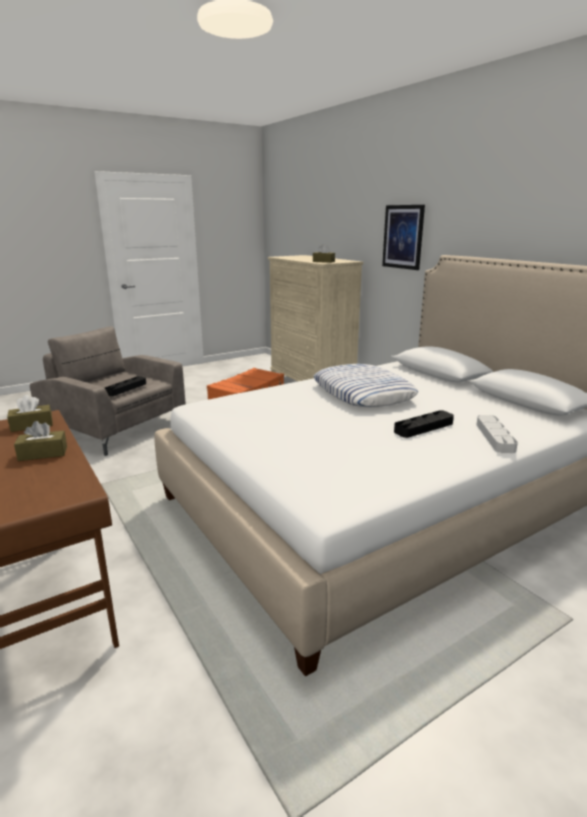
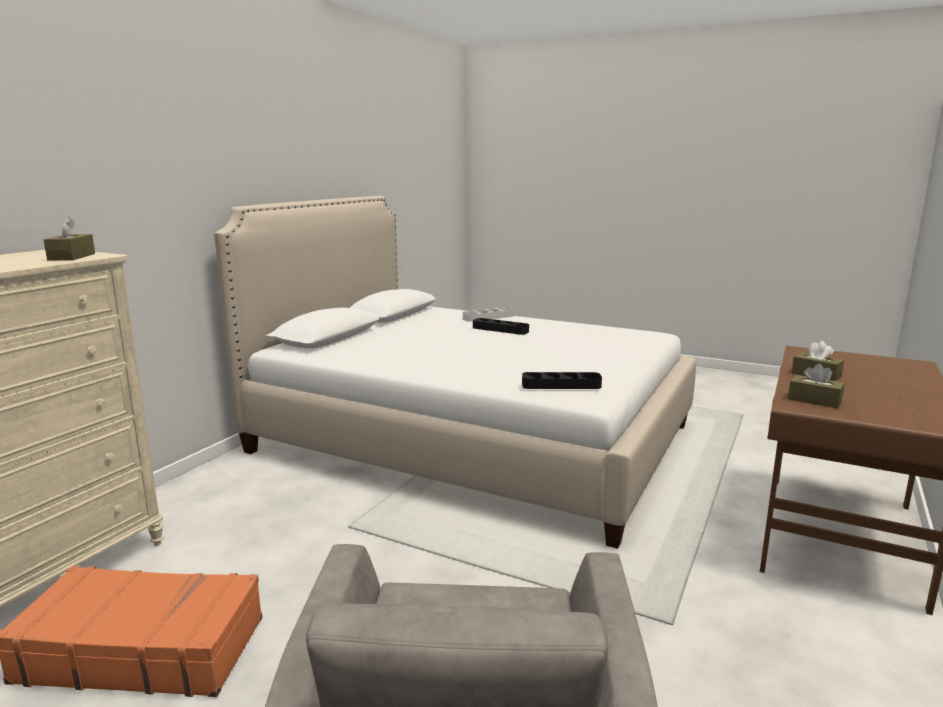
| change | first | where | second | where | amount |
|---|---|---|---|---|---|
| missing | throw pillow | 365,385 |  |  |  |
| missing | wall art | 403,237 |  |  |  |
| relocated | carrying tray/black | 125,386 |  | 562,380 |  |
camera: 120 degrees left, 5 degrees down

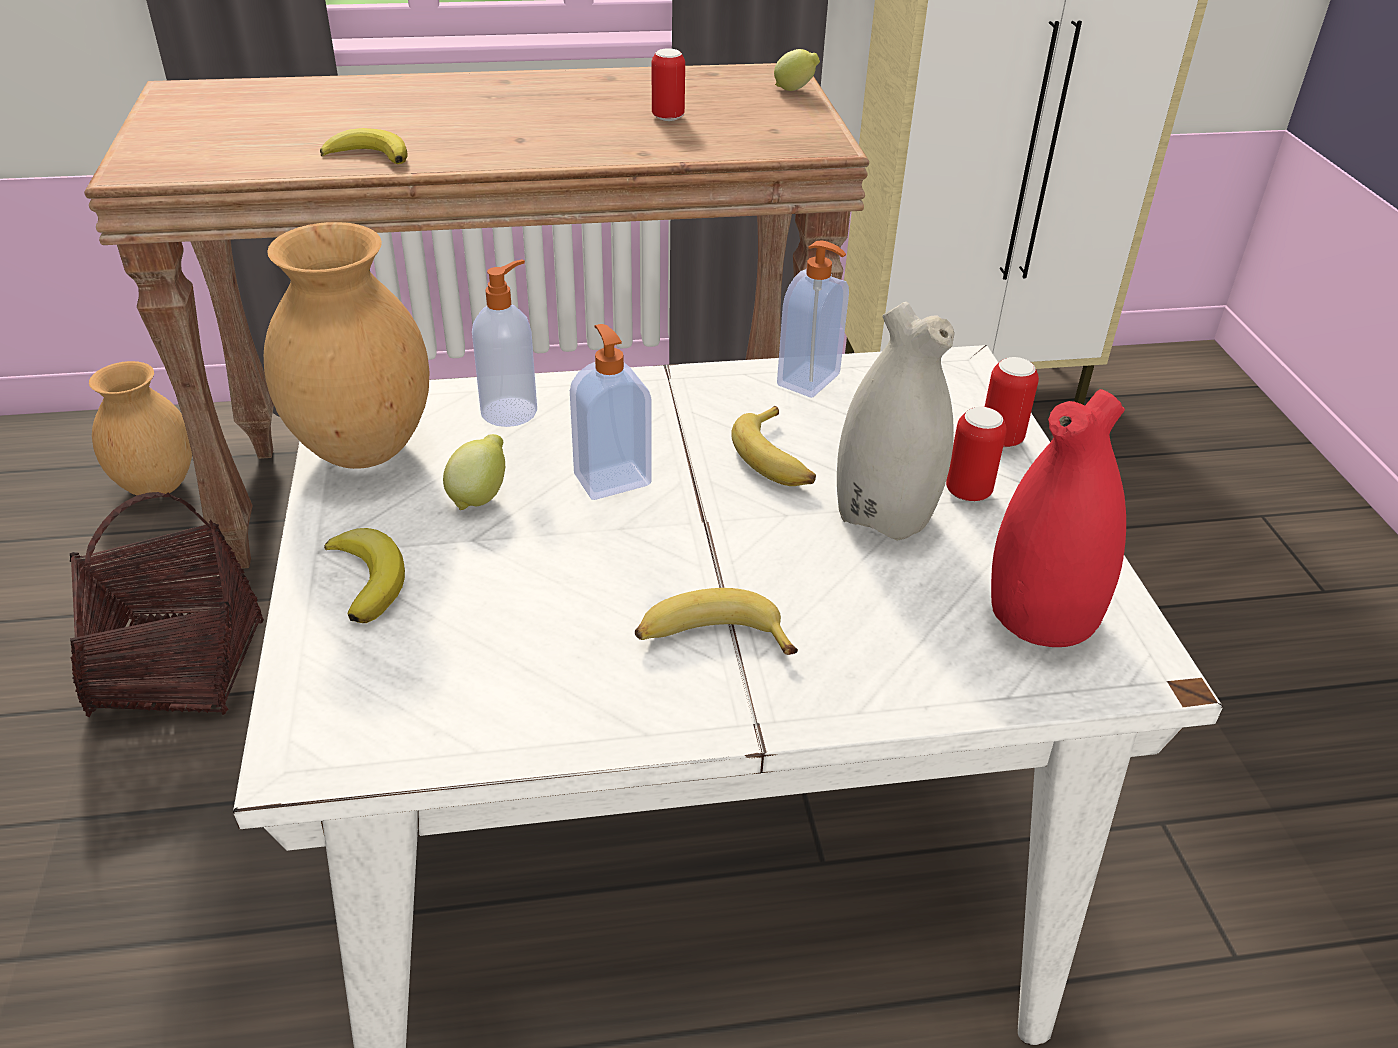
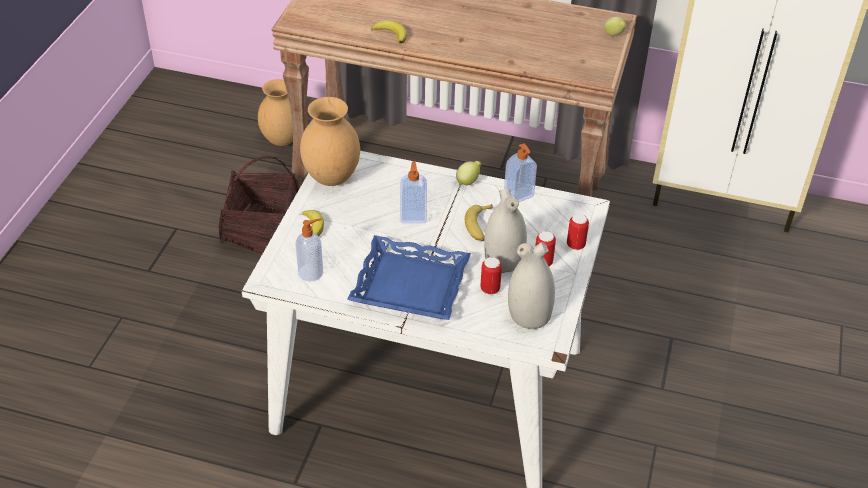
| change | first | where | second | where | amount |
|---|---|---|---|---|---|
| relocated | lemon | 474,472 |  | 468,173 |  |
| relocated | liquid soap bottle | 504,343 |  | 309,250 |  |
| relocated | can | 668,84 |  | 491,275 |  |
| exchanged | whole banana | 716,621 | carrying tray/blue | 409,277 |  |
| colour | flower vase/red-coloured | 1058,518 | flower vase/white-coloured | 531,285 |  |
camera: 25 degrees right, 5 degrees up

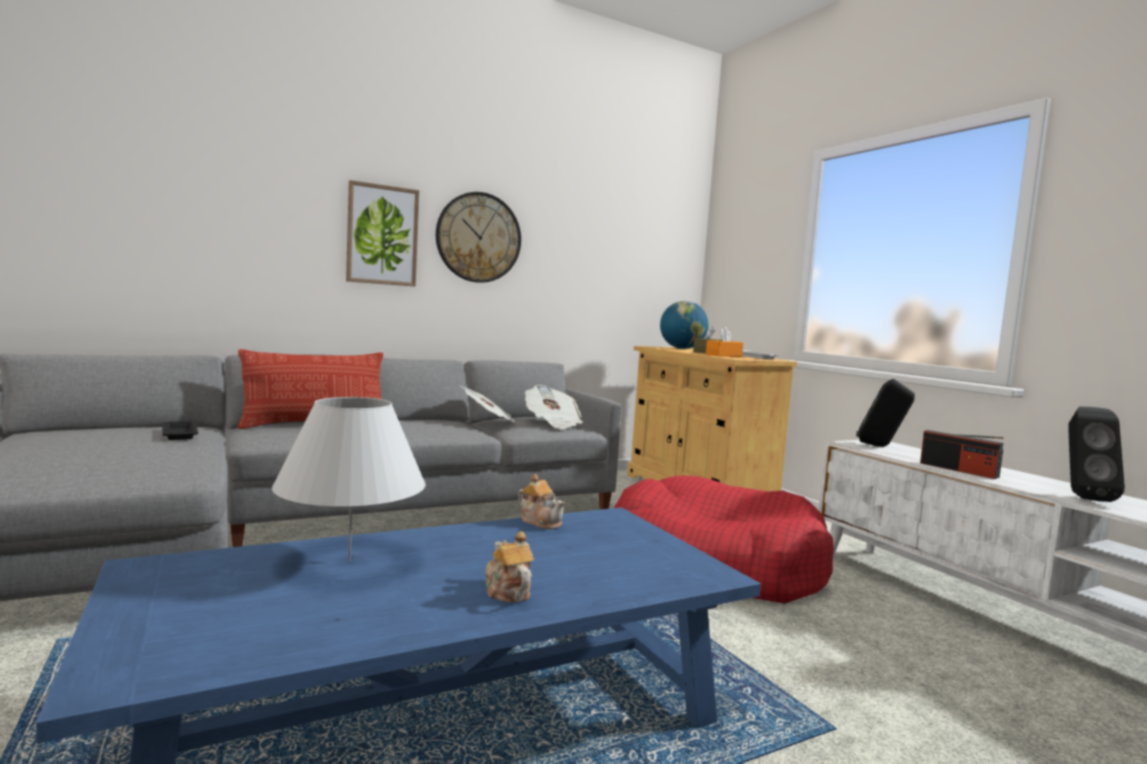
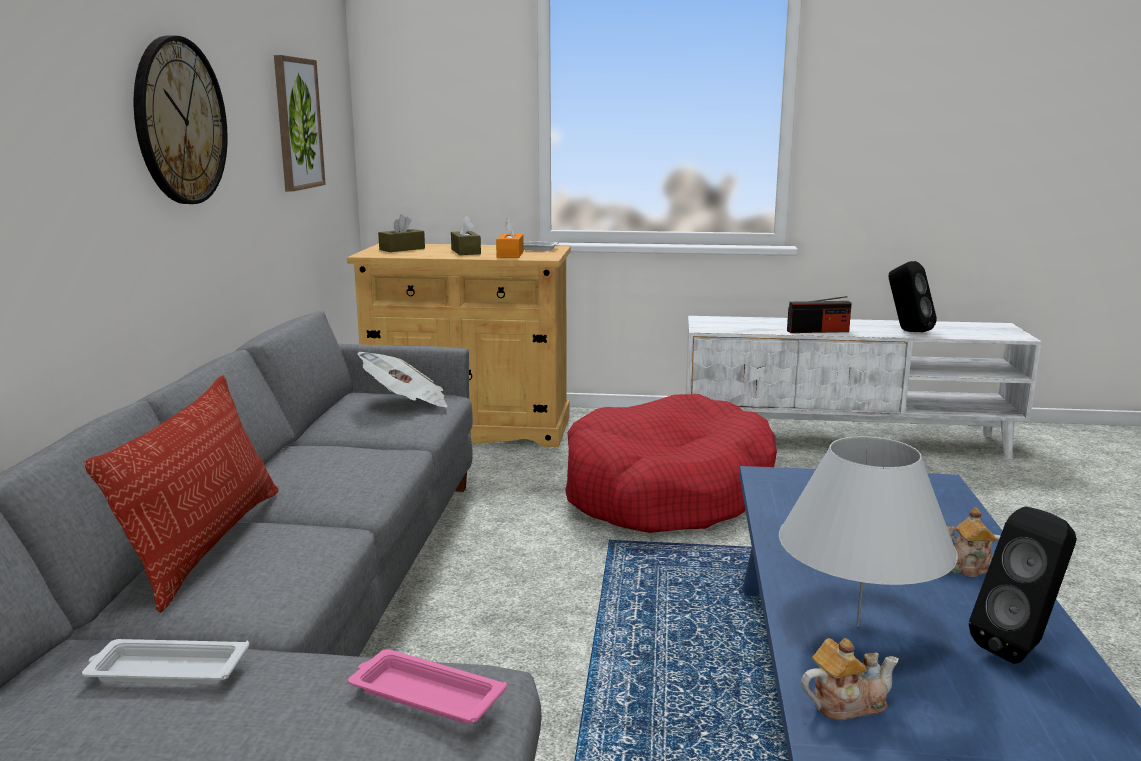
| change | first | where | second | where | amount |
|---|---|---|---|---|---|
| missing | printed paper | 488,404 |  |  |  |
| appeared |  |  | carrying tray/pink-coloured | 427,686 |  |
| relocated | wall art | 382,233 |  | 300,123 |  |
| relocated | tea pot | 541,501 |  | 850,679 |  |
| relocated | speaker/black | 885,413 |  | 1023,585 |  |
| exchanged | desk globe | 684,325 | box of tissues/brown-coloured | 401,233 |  |
| colour | carrying tray/black | 180,430 | carrying tray/white-coloured | 165,661 |  |
camera: 55 degrees left, 10 degrees up

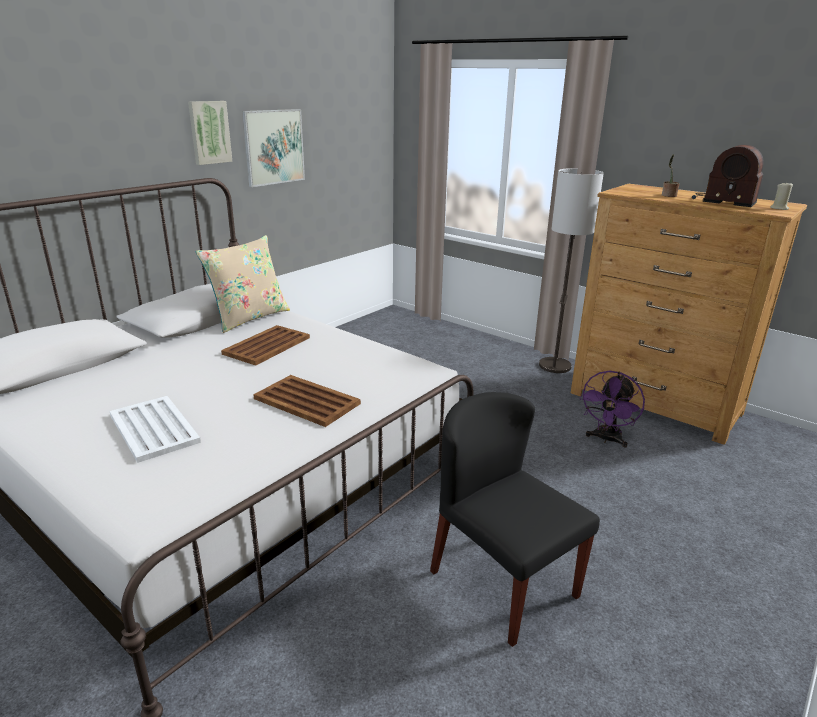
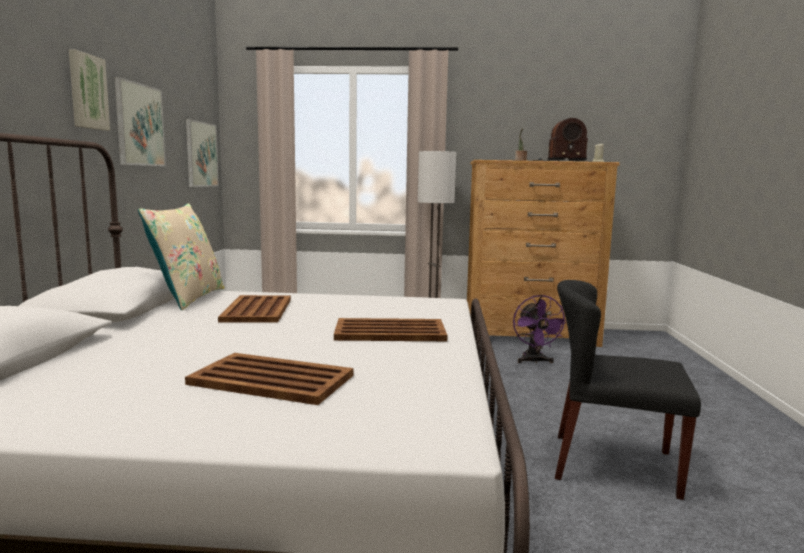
| change | first | where | second | where | amount |
|---|---|---|---|---|---|
| appeared |  |  | wall art | 202,153 |  |
| colour | carrying tray/white-coloured | 155,429 | carrying tray/brown-coloured | 269,379 |  |
camera: 35 degrees left, 15 degrees down

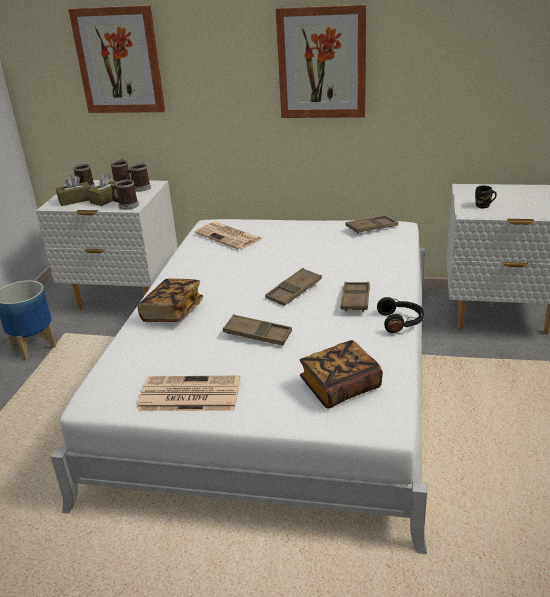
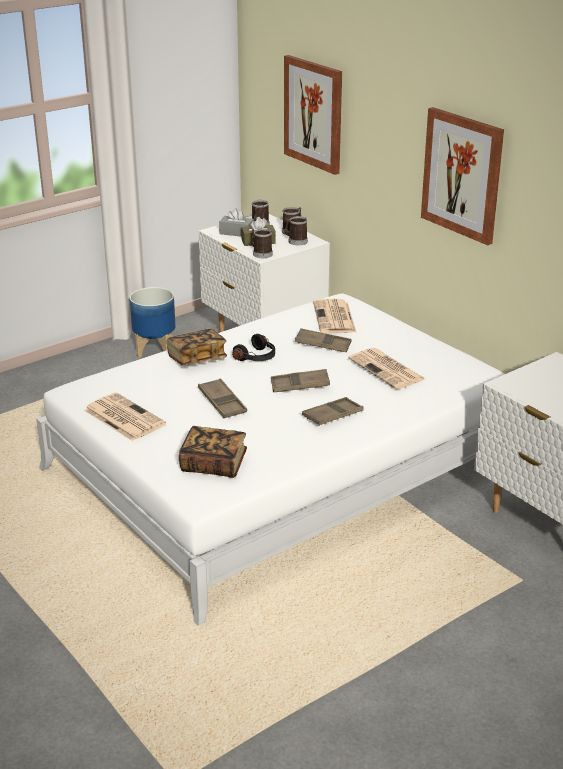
| change | first | where | second | where | amount |
|---|---|---|---|---|---|
| missing | coffee mug/black | 486,196 |  |  |  |
| appeared |  |  | printed paper | 387,368 |  |
| relocated | carrying tray/brown-coloured | 371,225 |  | 323,340 |  |
| relocated | headset/black | 400,315 |  | 253,347 |  |
| colour | box of tissues/brown-coloured | 73,190 | box of tissues/grey | 236,222 |  |
camera: 40 degrees right, 0 degrees up

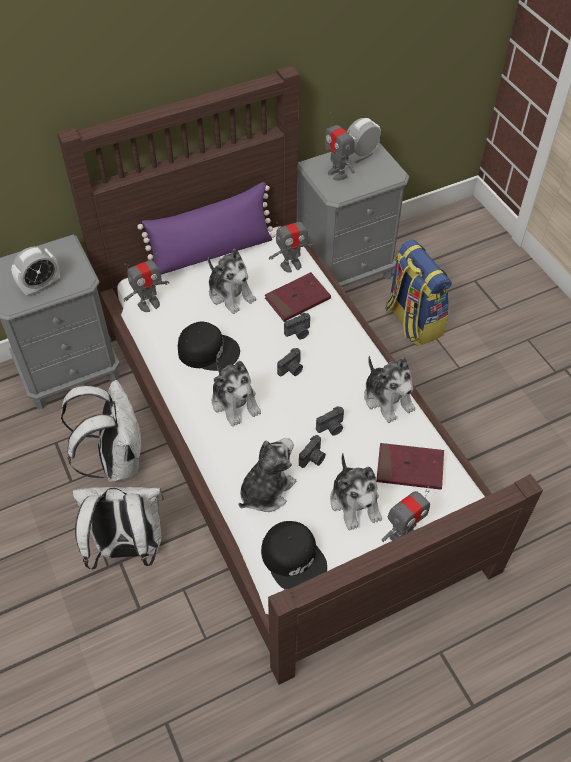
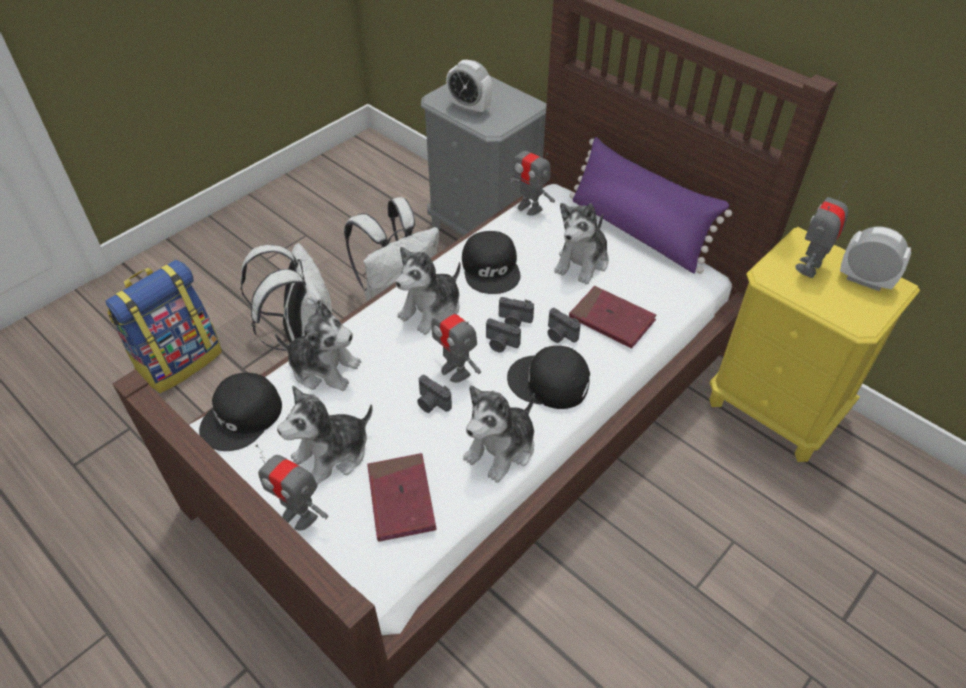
| change | first | where | second | where | amount |
|---|---|---|---|---|---|
| appeared |  |  | cap/black | 548,377 |  |
| relocated | model robot | 291,244 |  | 456,339 |  |
| relocated | still camera | 312,451 |  | 516,312 |  |
| relocated | knapsack | 418,292 |  | 163,326 |  |
| colour | bedside table/grey | 353,214 | bedside table/yellowish | 814,344 |  |
camera: 70 degrees right, 5 degrees down

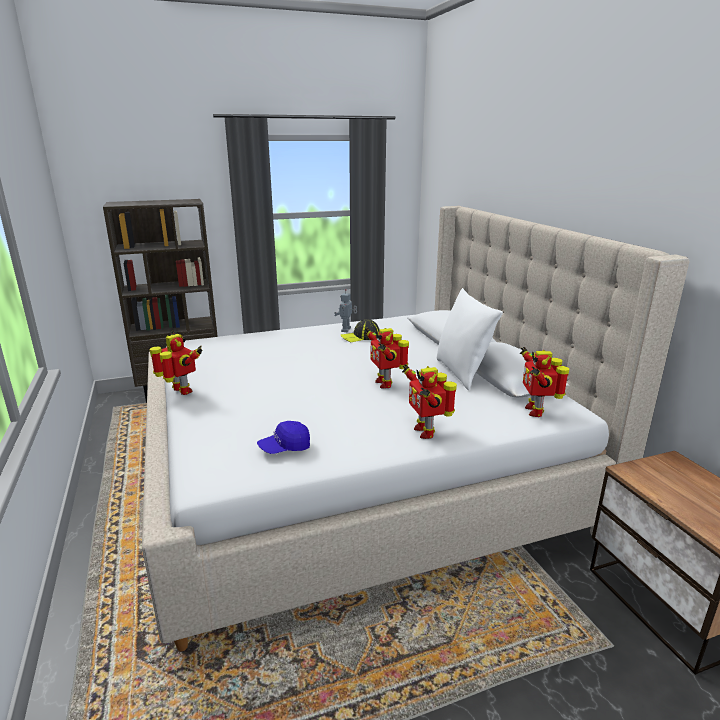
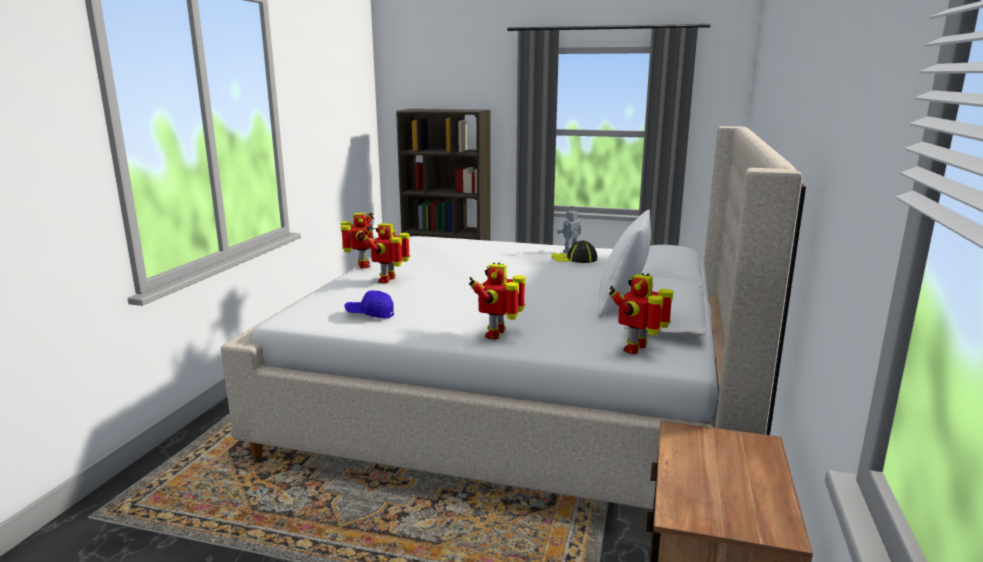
| change | first | where | second | where | amount |
|---|---|---|---|---|---|
| relocated | model robot | 387,358 |  | 385,253 |  |
camera: 35 degrees right, 5 degrees down

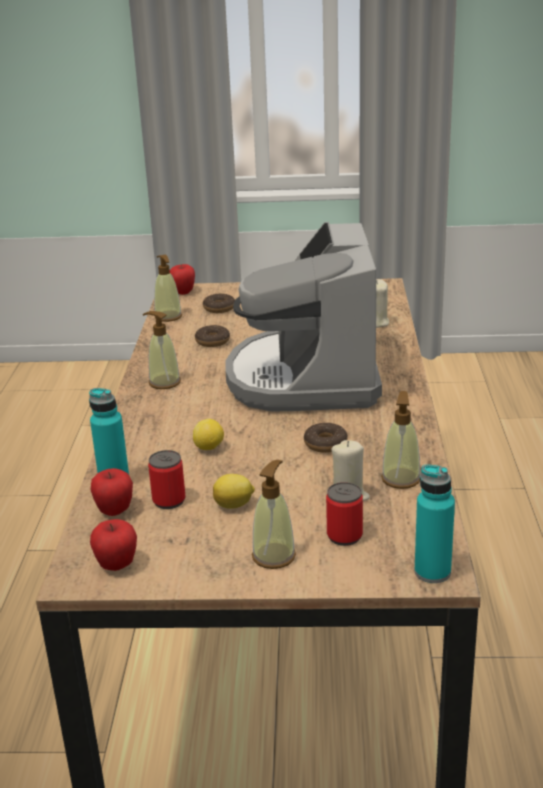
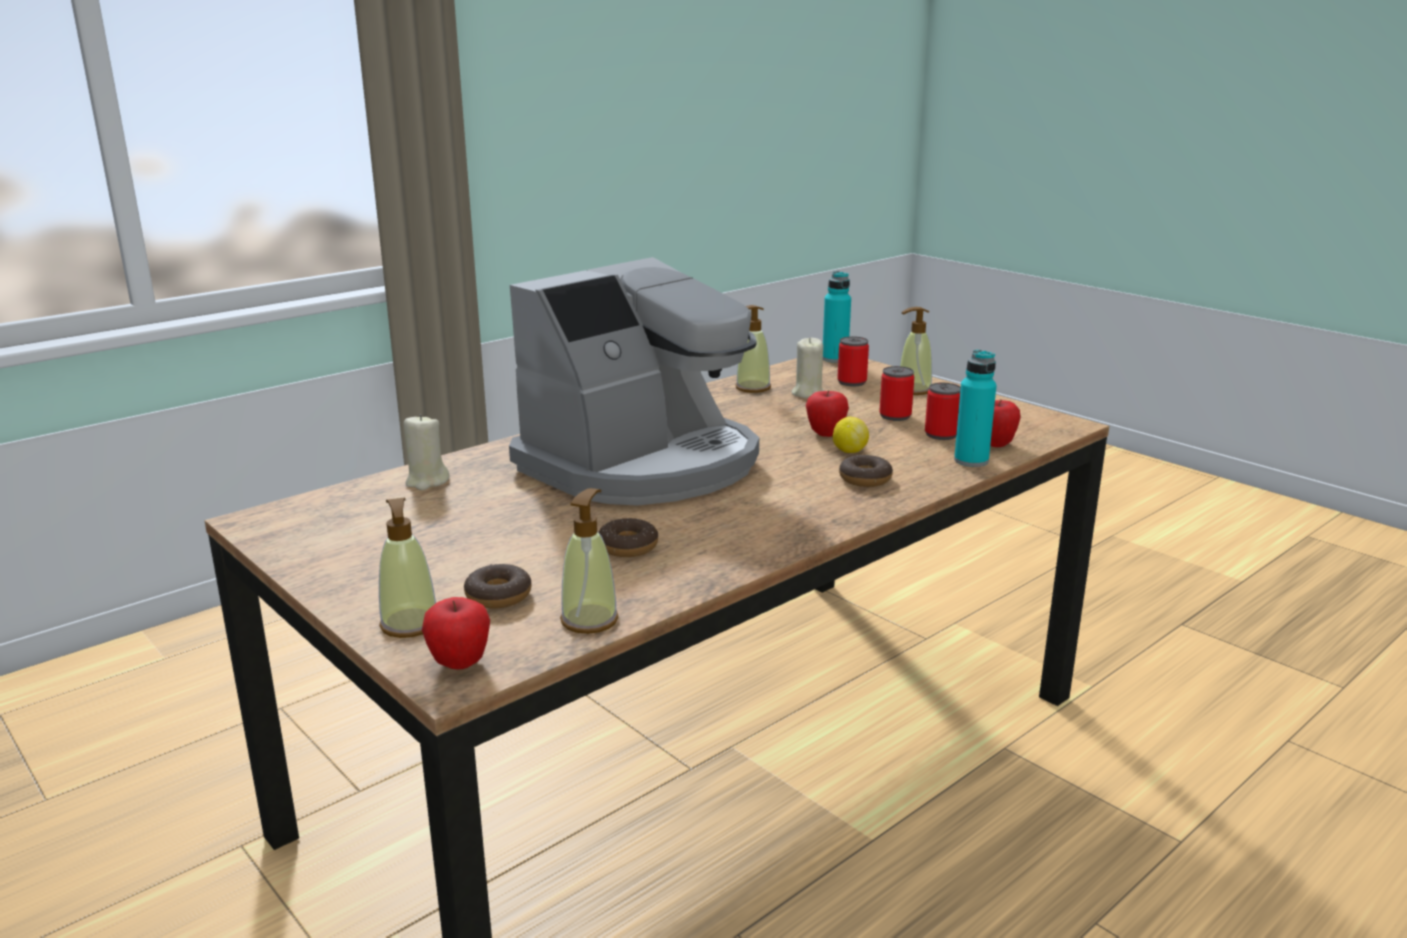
| change | first | where | second | where | amount |
|---|---|---|---|---|---|
| relocated | apple | 113,545 |  | 827,413 |  |
| relocated | liquid soap bottle | 161,350 |  | 407,568 |  |
| relocated | doughnut | 326,438 |  | 866,471 |  |
| exchanged | lemon | 234,491 | can | 896,393 |  |
camera: 135 degrees left, 5 degrees down

